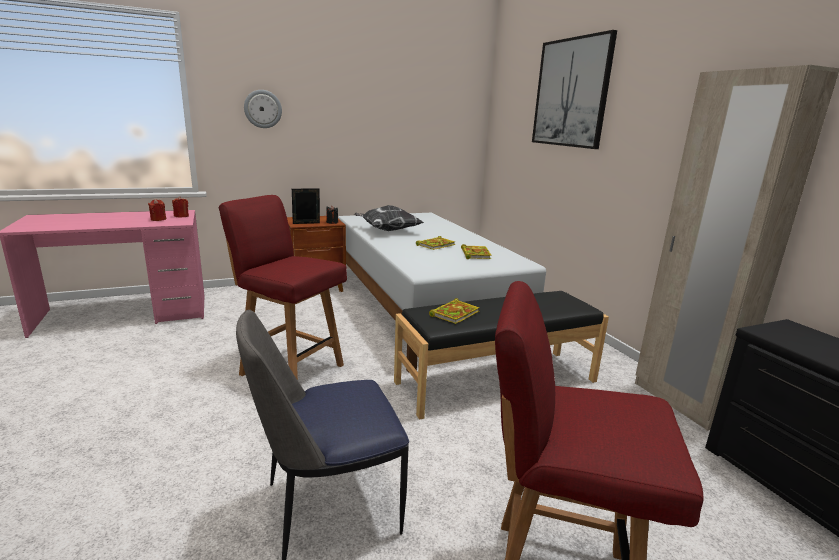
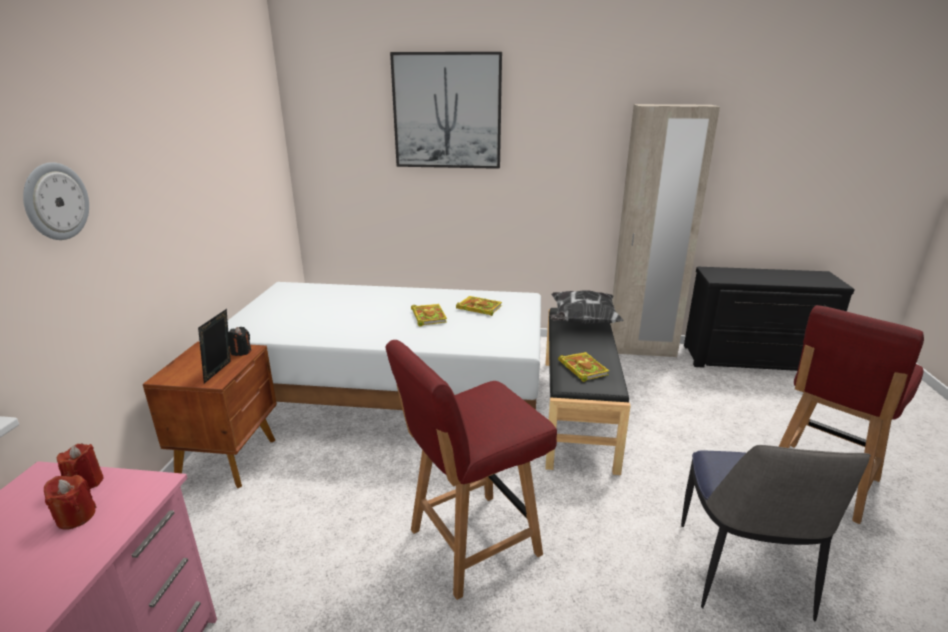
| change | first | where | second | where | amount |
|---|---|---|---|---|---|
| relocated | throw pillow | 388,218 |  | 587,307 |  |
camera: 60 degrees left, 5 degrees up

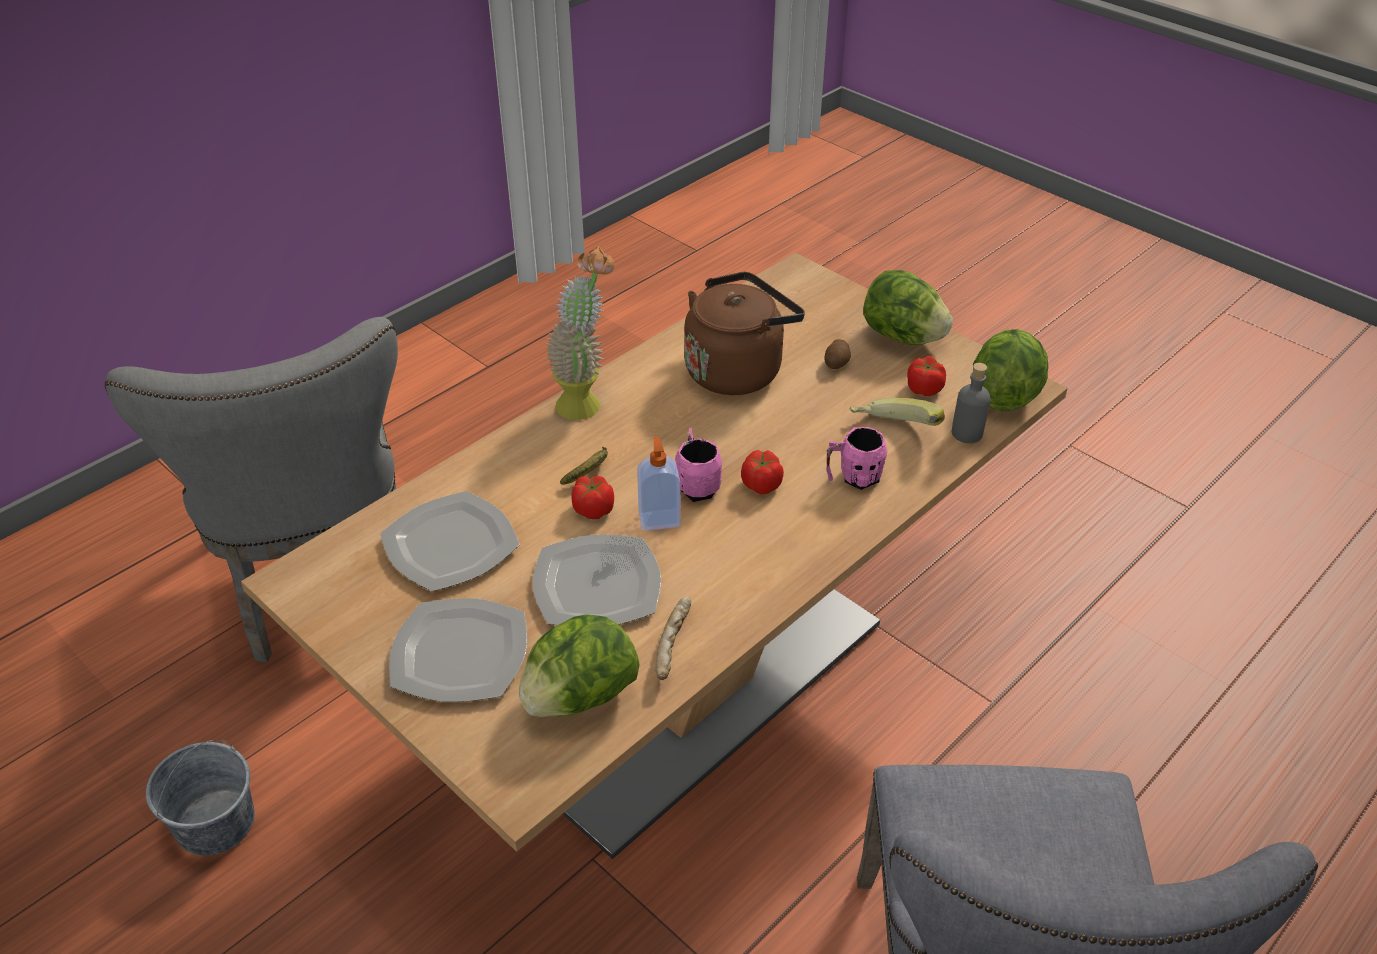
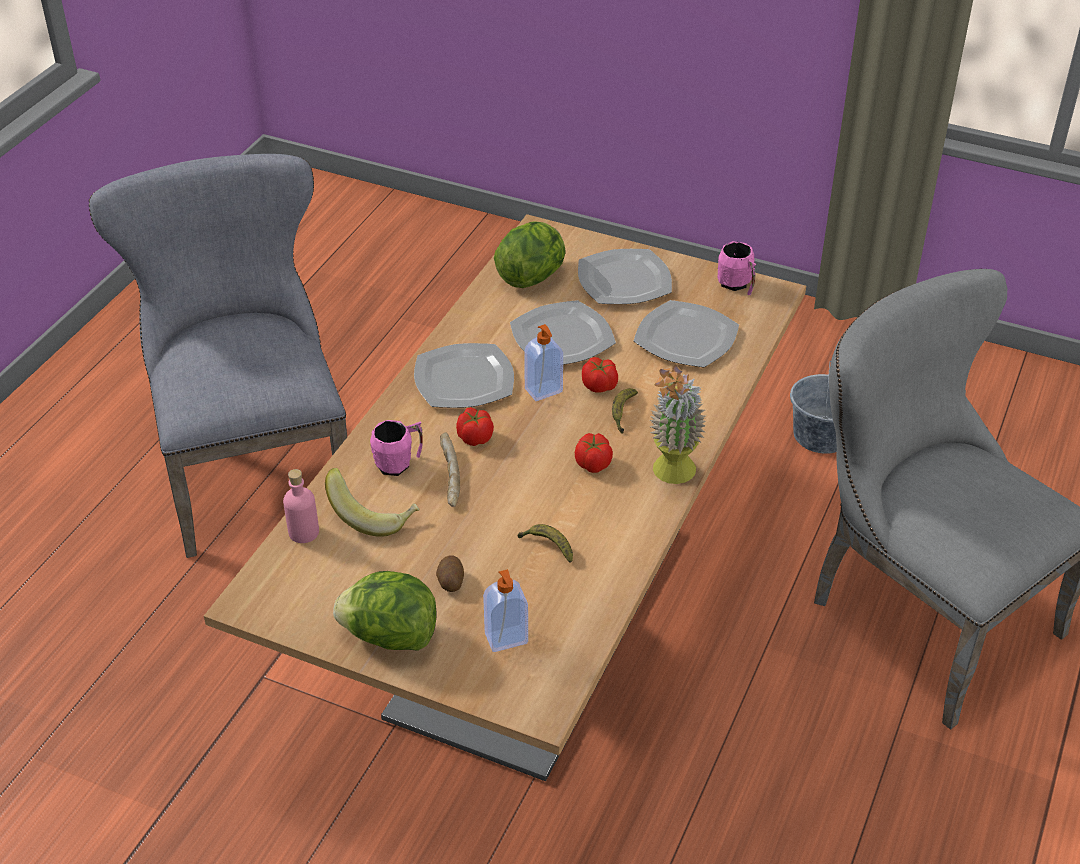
| change | first | where | second | where | amount |
|---|---|---|---|---|---|
| missing | lettuce | 1010,370 |  |  |  |
| appeared |  |  | plate | 464,375 |  |
| appeared |  |  | liquid soap bottle | 505,610 |  |
| relocated | bread | 673,638 |  | 450,469 |  |
| relocated | coffee mug/pink-coloured | 698,464 |  | 736,268 |  |
| relocated | tomato | 926,376 |  | 594,453 |  |
| exchanged | tea kettle/brown-coloured | 744,333 | whole banana | 545,543 |  |
| colour | bottle/grey | 971,403 | bottle/pink-coloured | 301,506 |  |
camera: 160 degrees right, 0 degrees up

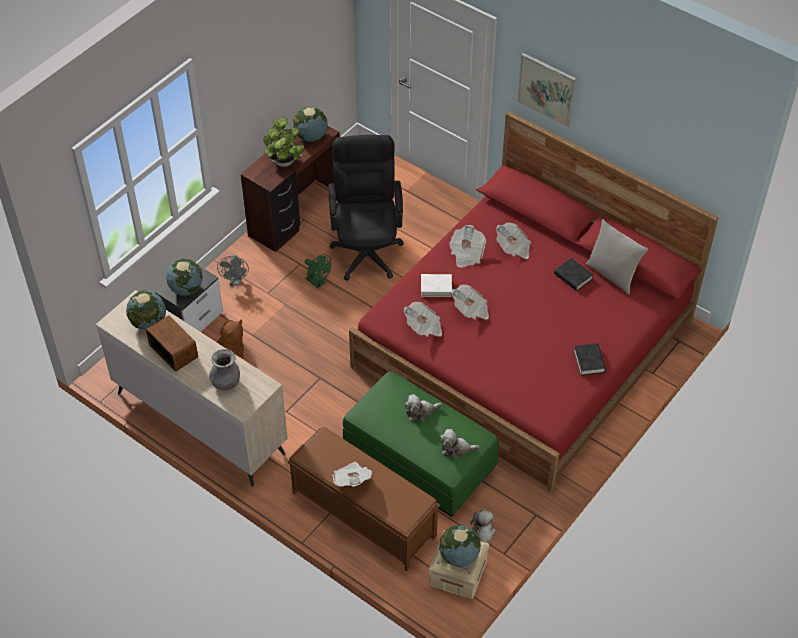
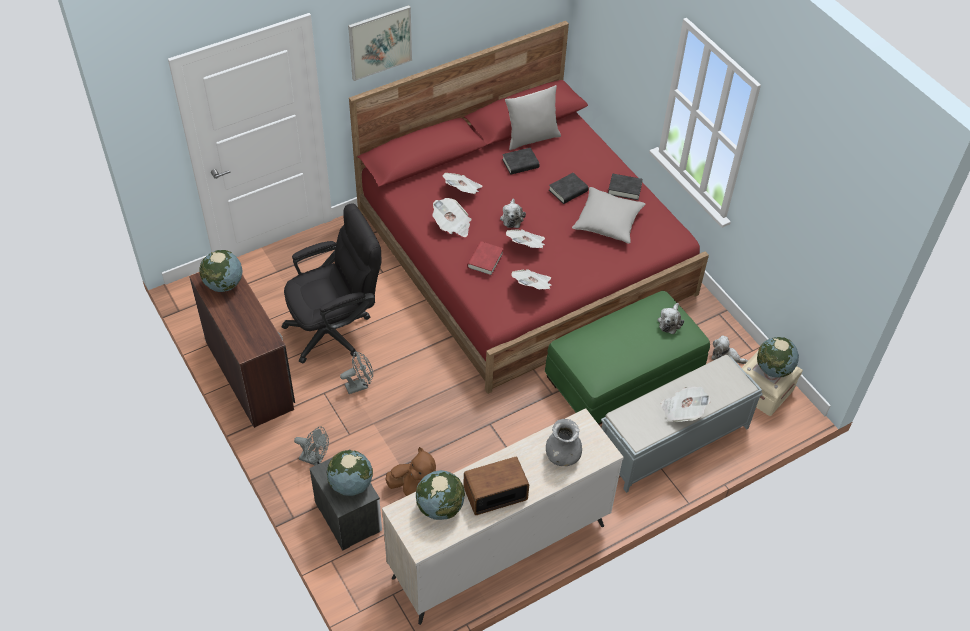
| change | first | where | second | where | amount |
|---|---|---|---|---|---|
| missing | plant in a pot | 283,142 |  |  |  |
| appeared |  |  | volume/black | 569,188 |  |
| appeared |  |  | throw pillow/grey | 609,215 |  |
| relocated | soft toy | 423,408 |  | 513,213 |  |
| colour | bench/brown-coloured | 364,499 | bench/grey | 682,424 |  |
| colour | fan/greenish | 318,271 | fan/grey | 356,372 |  |
| colour | volume/white-coloured | 436,285 | volume/red-coloured | 485,258 |  |
| spun | computer chair/black | 366,208 |  | 331,283 | 135 degrees clockwise |
camera: 70 degrees left, 0 degrees up

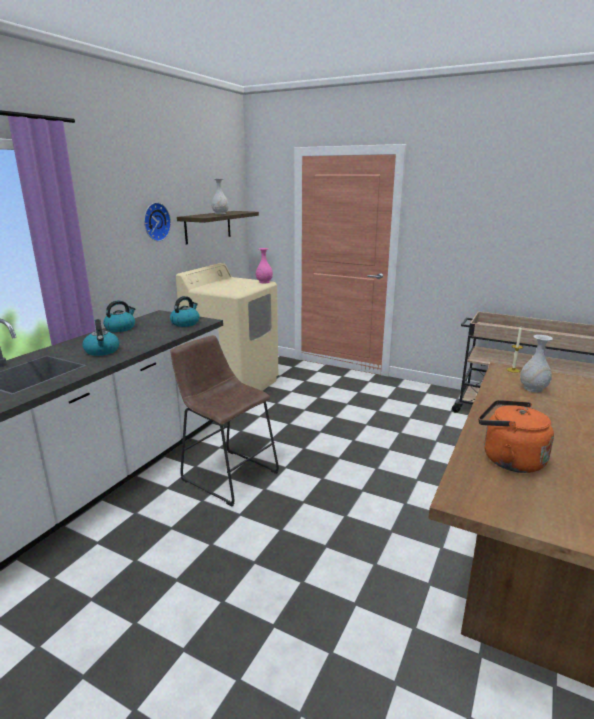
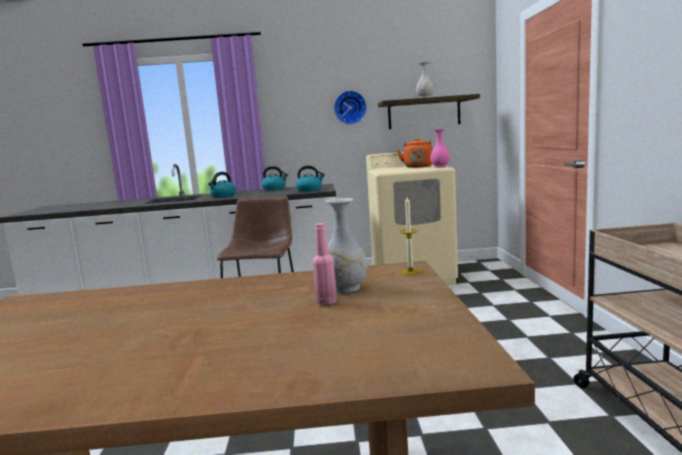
| change | first | where | second | where | amount |
|---|---|---|---|---|---|
| appeared |  |  | bottle/pink-coloured | 325,264 |  |
| relocated | tea kettle/orangey | 516,436 |  | 415,153 |  |
camera: 60 degrees right, 10 degrees down

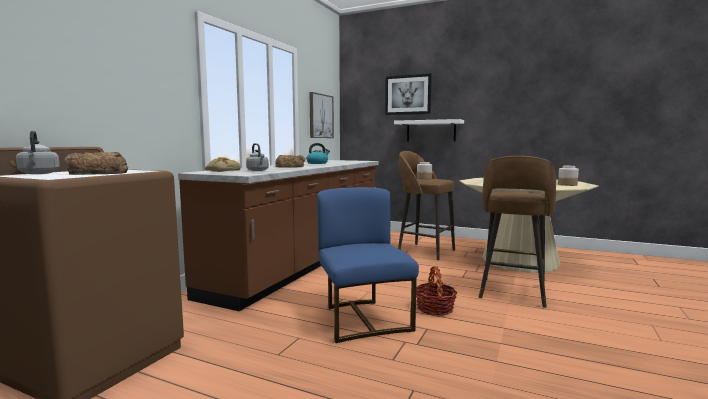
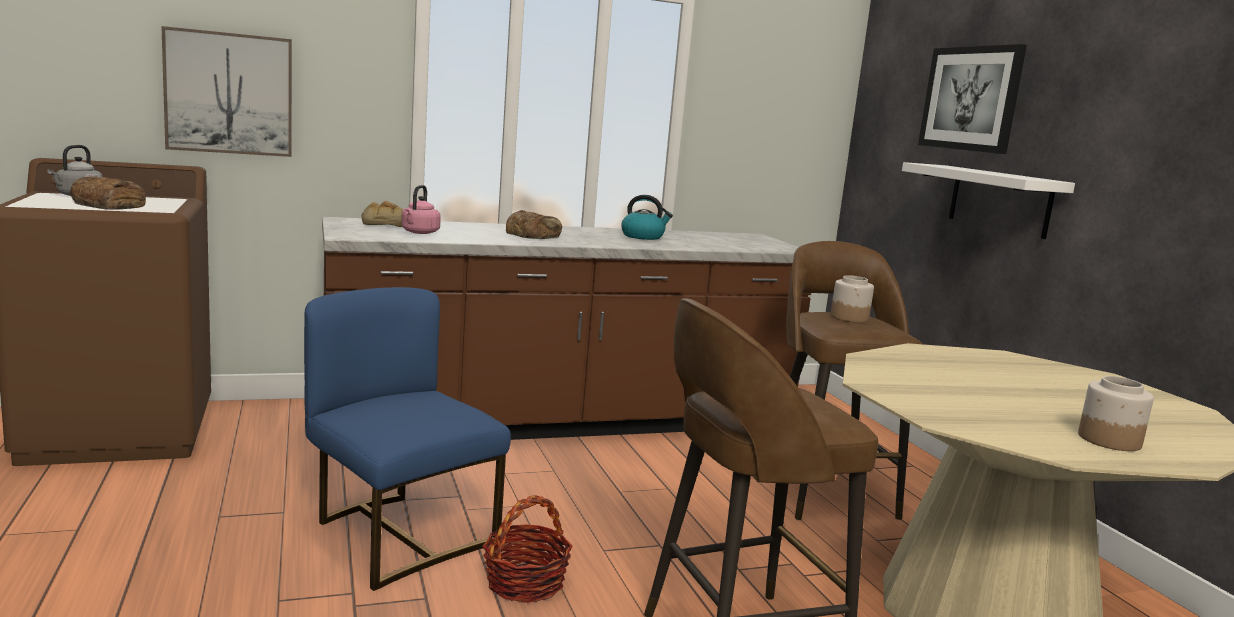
| change | first | where | second | where | amount |
|---|---|---|---|---|---|
| relocated | wall art | 322,115 |  | 226,91 |  |
| colour | tea kettle/grey | 257,157 | tea kettle/pink-coloured | 421,209 |  |
| spun | upright chair/blue | 368,265 |  | 407,439 | 75 degrees counterclockwise |
camera: 45 degrees right, 5 degrees up

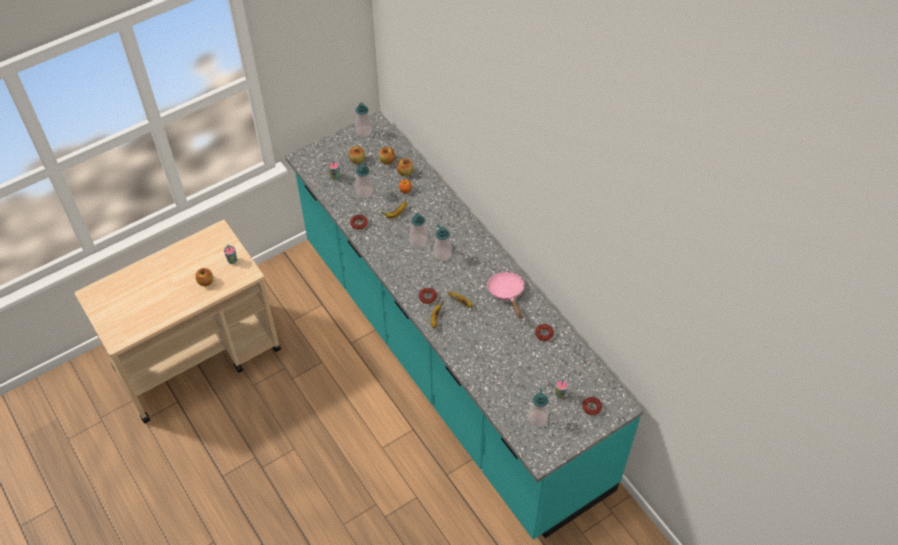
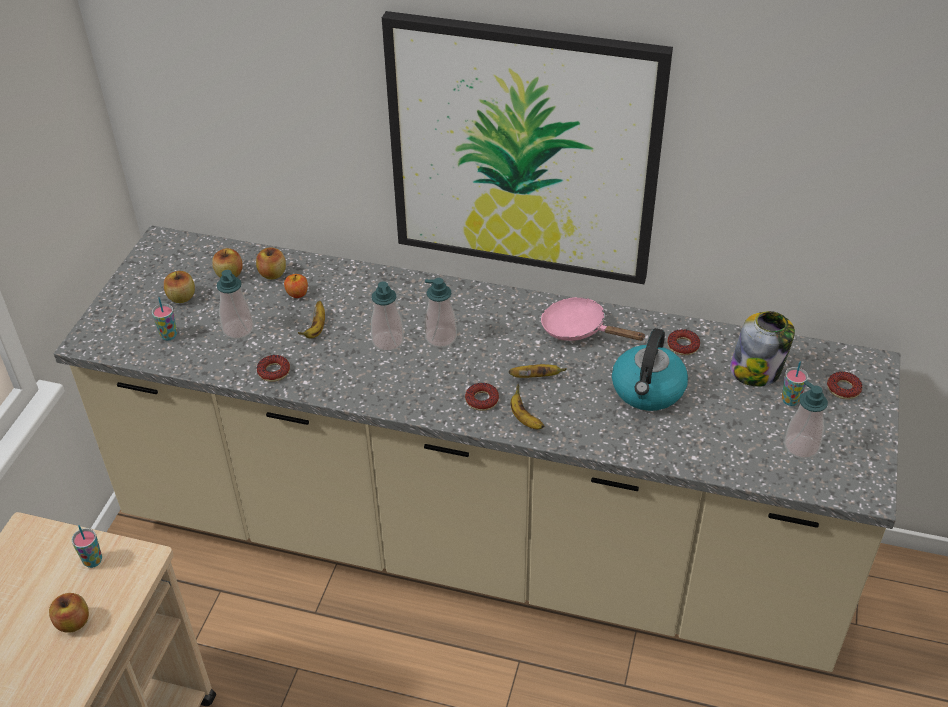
| change | first | where | second | where | amount |
|---|---|---|---|---|---|
| missing | liquid soap bottle | 363,120 |  |  |  |
| appeared |  |  | wall art | 527,147 |  |
| appeared |  |  | tea kettle | 650,369 |  |
| appeared |  |  | jar | 762,349 |  |
| colour | counter/turquoise-coloured | 464,325 | counter/beige | 477,448 |  |
camera: 40 degrees left, 10 degrees down

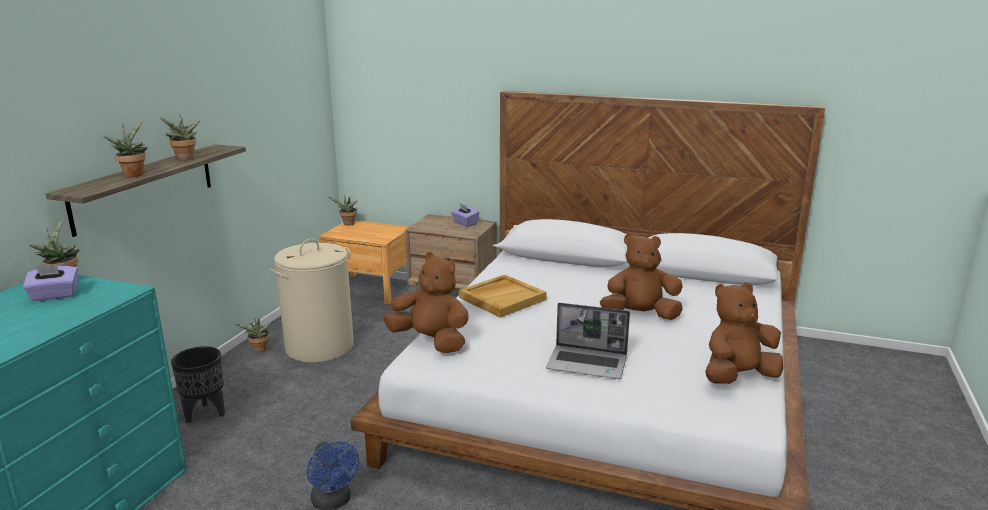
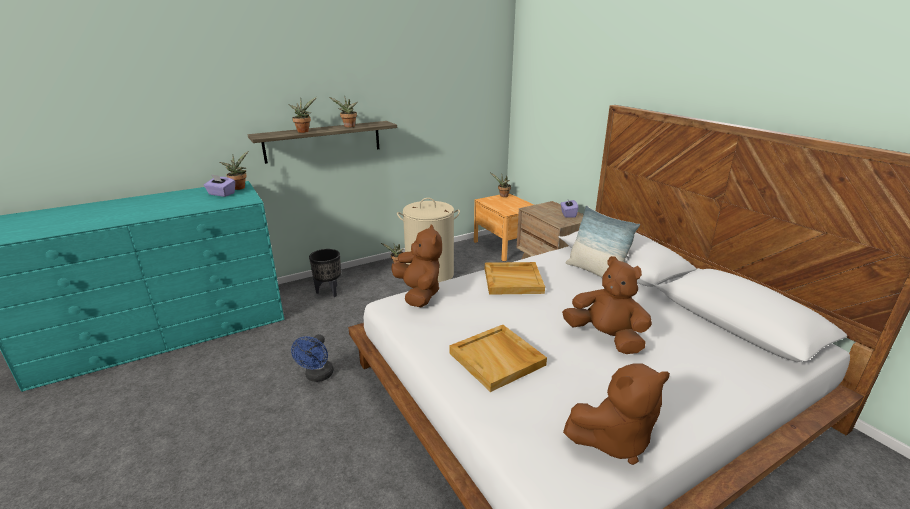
| change | first | where | second | where | amount |
|---|---|---|---|---|---|
| appeared |  |  | throw pillow | 603,241 |  |
| exchanged | portable computer | 588,341 | carrying tray/beige | 498,358 |  |
| spun | soft toy/brown-coloured | 744,333 |  | 616,414 | 150 degrees clockwise |
camera: 40 degrees right, 5 degrees up

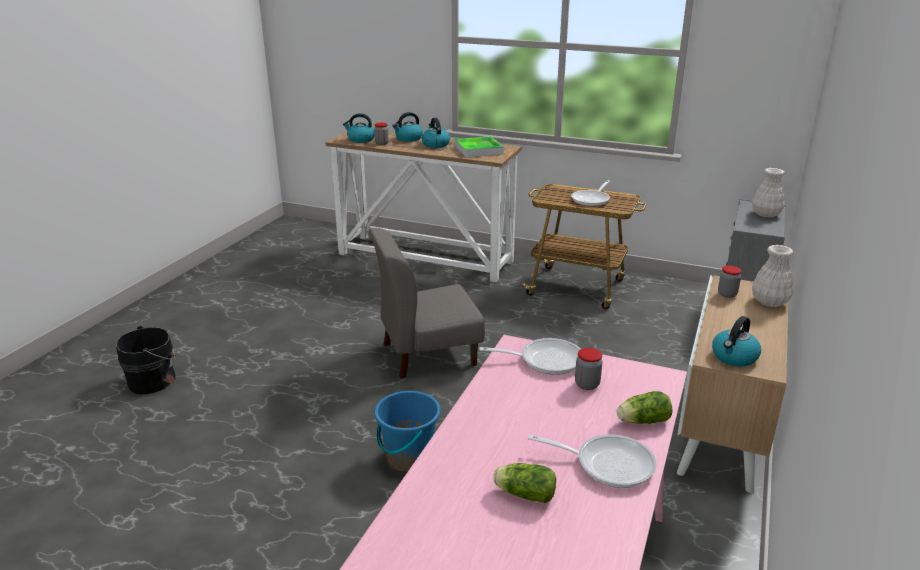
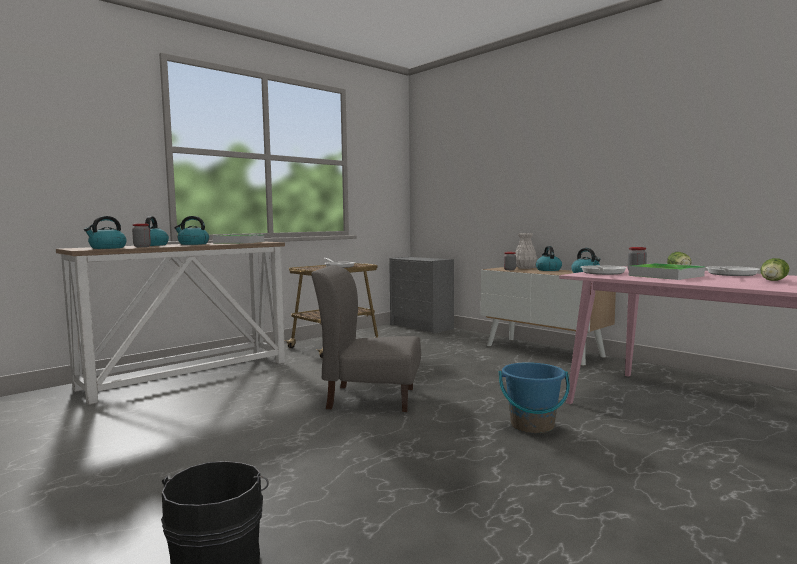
| change | first | where | second | where | amount |
|---|---|---|---|---|---|
| missing | flower vase/white-coloured | 768,193 |  |  |  |
| appeared |  |  | tea kettle | 549,258 |  |
| appeared |  |  | carrying tray | 667,271 |  |
| spun | upright chair/grey | 427,303 |  | 366,338 | 90 degrees clockwise |
camera: 65 degrees left, 20 degrees down

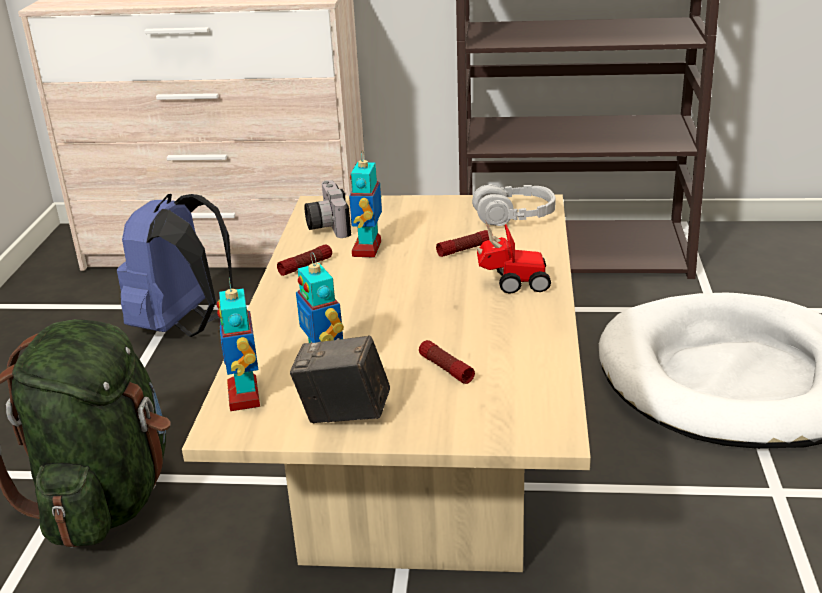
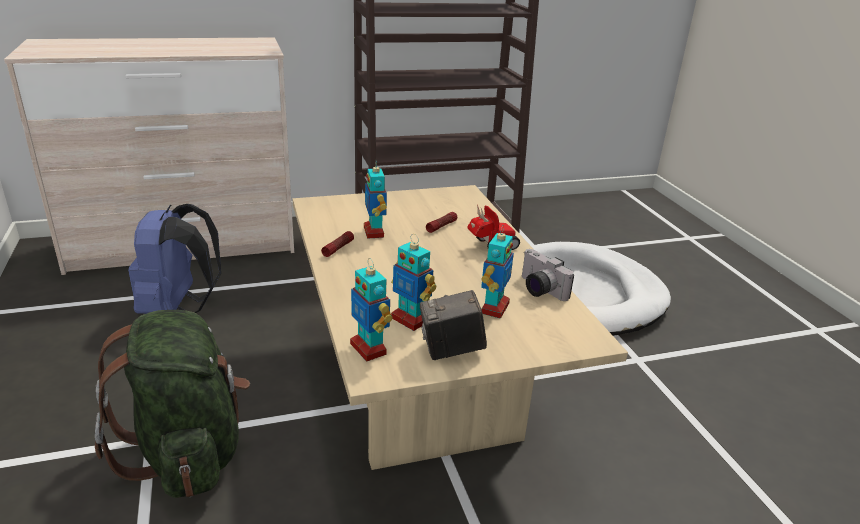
| change | first | where | second | where | amount |
|---|---|---|---|---|---|
| missing | headset/grey | 514,205 |  |  |  |
| relocated | still camera | 327,209 |  | 548,275 |  |
| exchanged | flashlight | 447,362 | model robot | 497,272 |  |
camera: 25 degrees left, 0 degrees up

